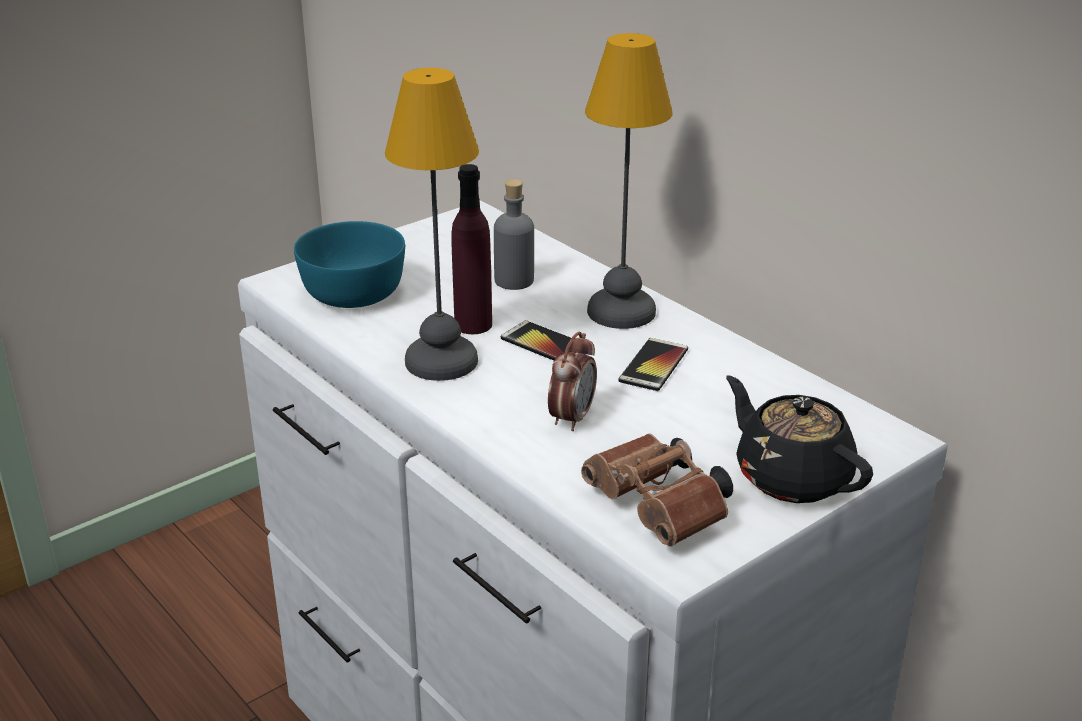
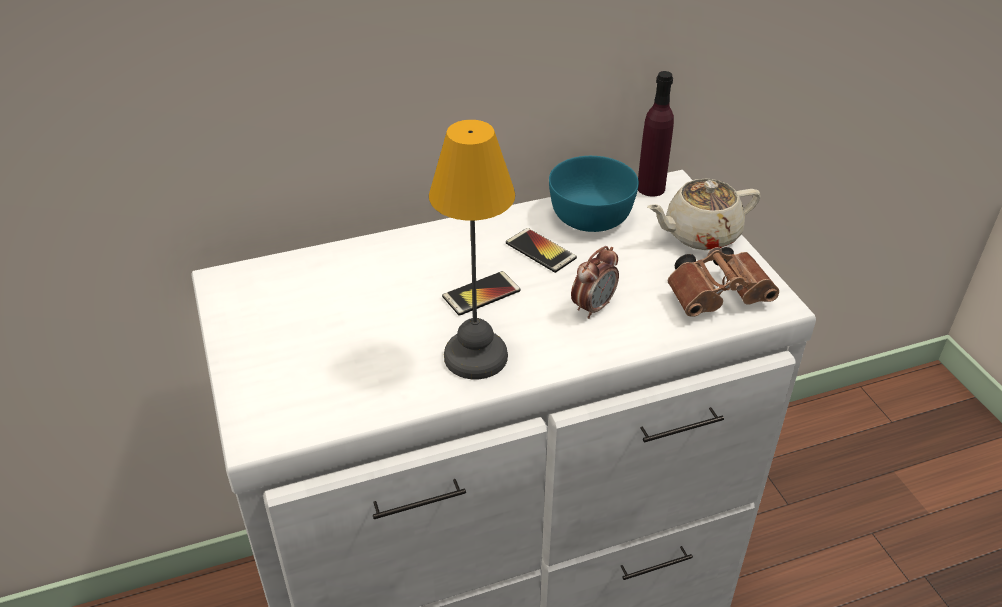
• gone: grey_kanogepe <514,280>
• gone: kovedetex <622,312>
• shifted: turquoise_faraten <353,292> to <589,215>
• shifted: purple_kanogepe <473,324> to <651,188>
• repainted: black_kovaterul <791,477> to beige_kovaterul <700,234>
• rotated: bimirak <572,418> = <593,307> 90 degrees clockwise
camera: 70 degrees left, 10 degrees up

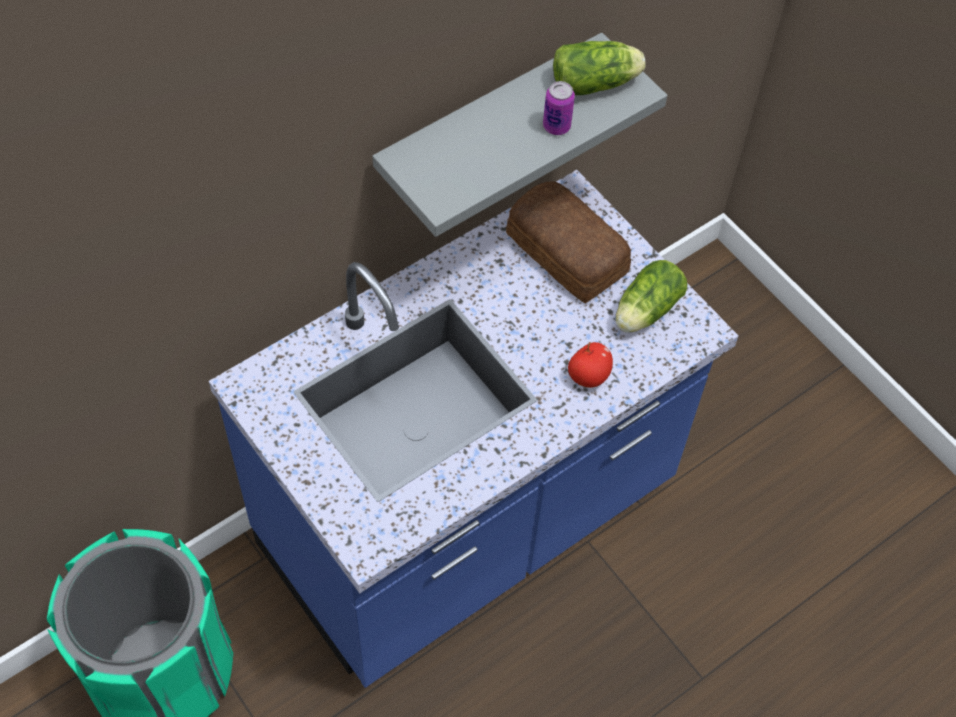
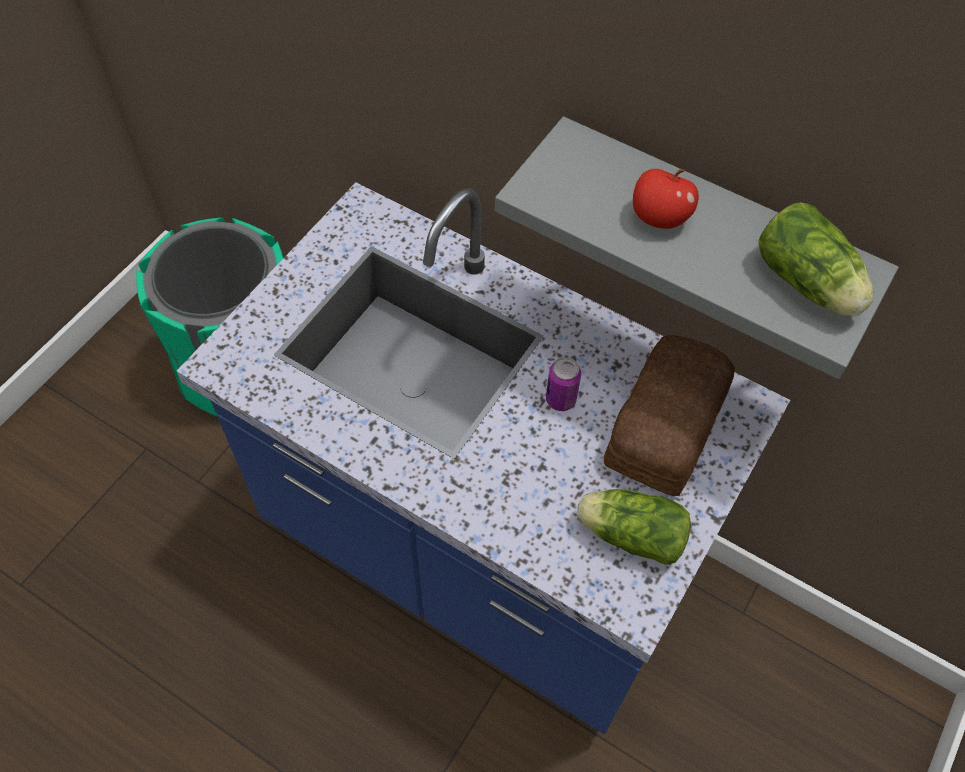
• shifted: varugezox <556,126> to <560,399>
• shifted: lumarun <588,376> to <659,218>
camera: 70 degrees right, 0 degrees up

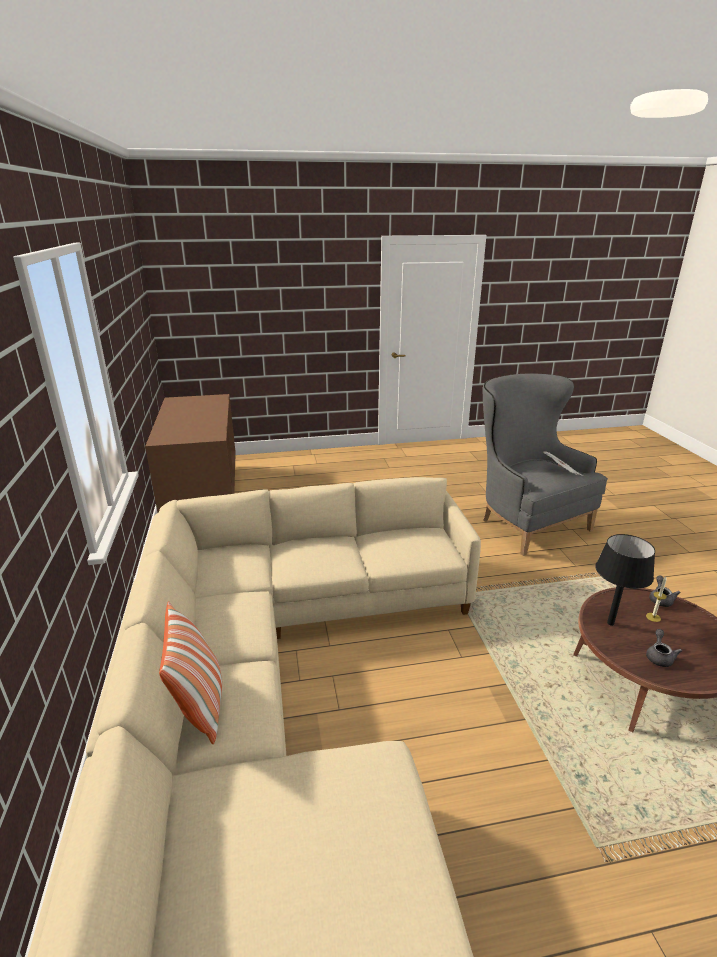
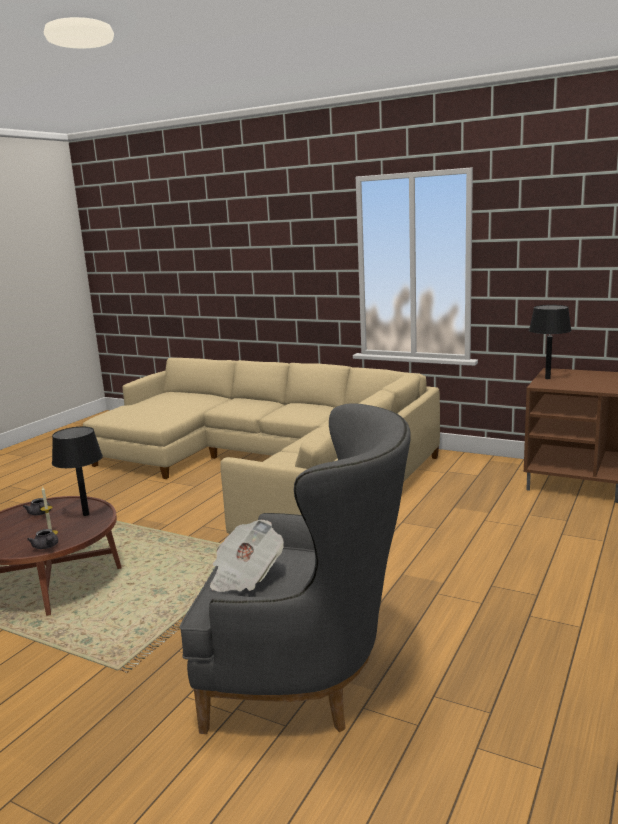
• gone: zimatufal <200,704>
• new: black_kovedetex <548,378>
camera: 130 degrees right, 10 degrees down

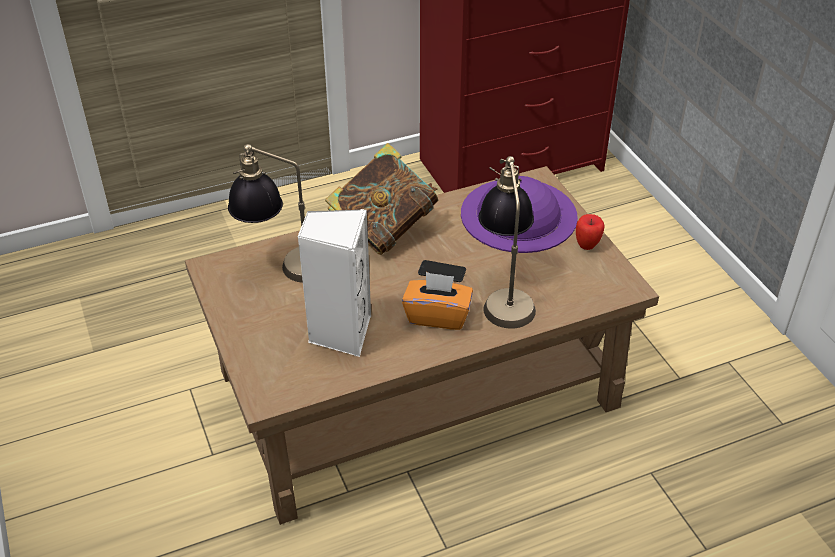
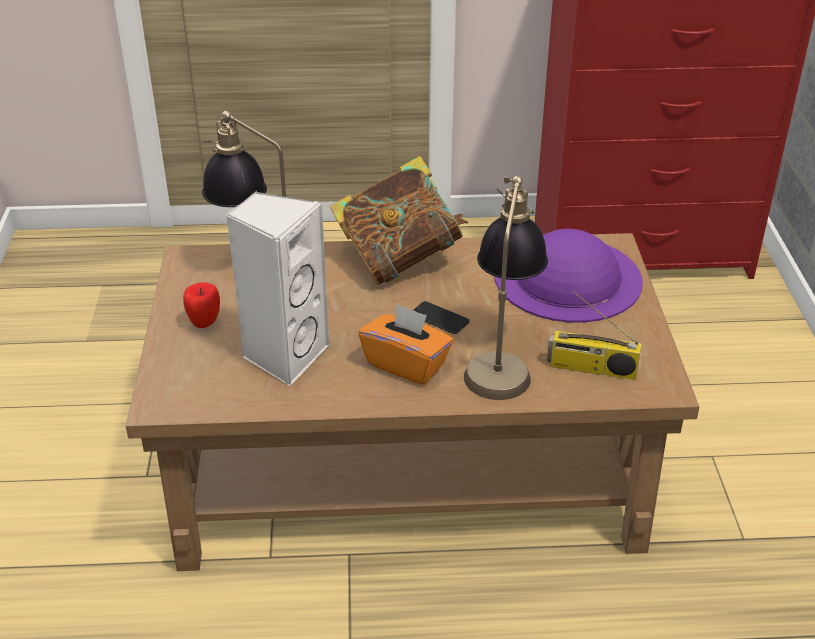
• new: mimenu <591,368>
• shifted: lumarun <587,246> to <204,324>
camera: 20 degrees right, 5 degrees down

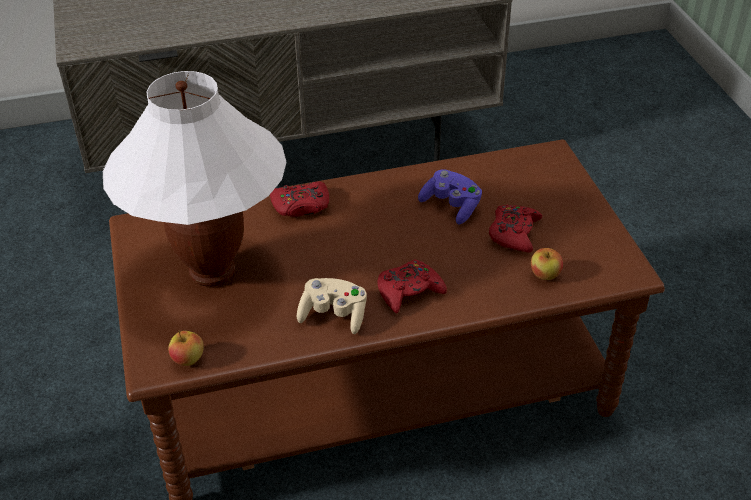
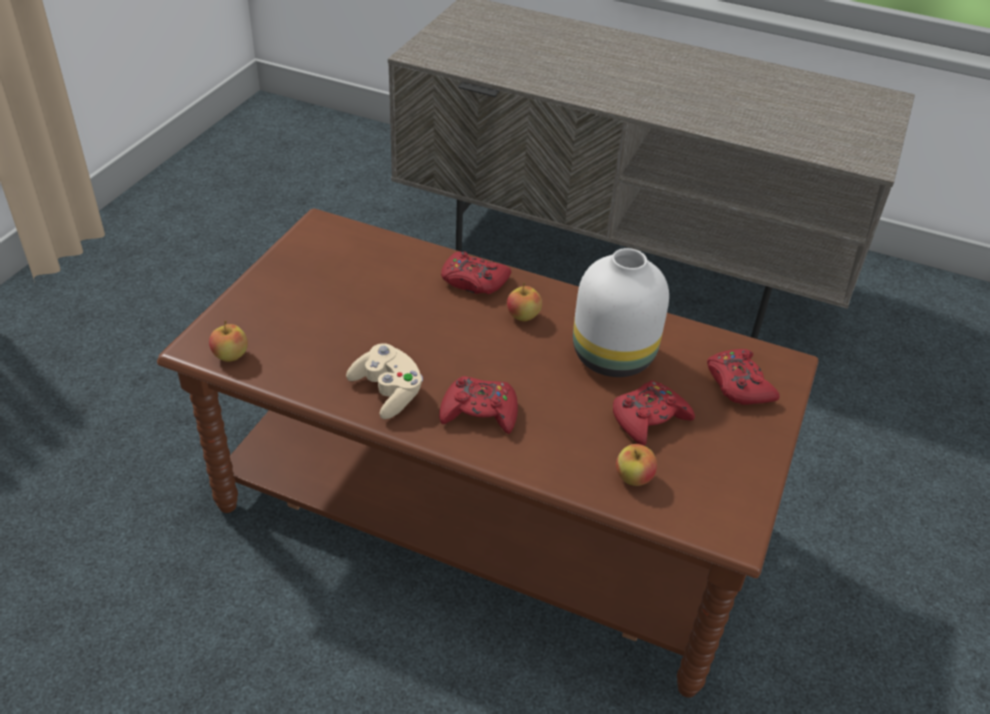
• gone: white_kovedetex <211,272>
• new: lumarun <523,316>
• new: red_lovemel <738,384>
• swapped: purple_lovemel <451,206> to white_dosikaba <615,357>
camera: 35 degrees right, 0 degrees up

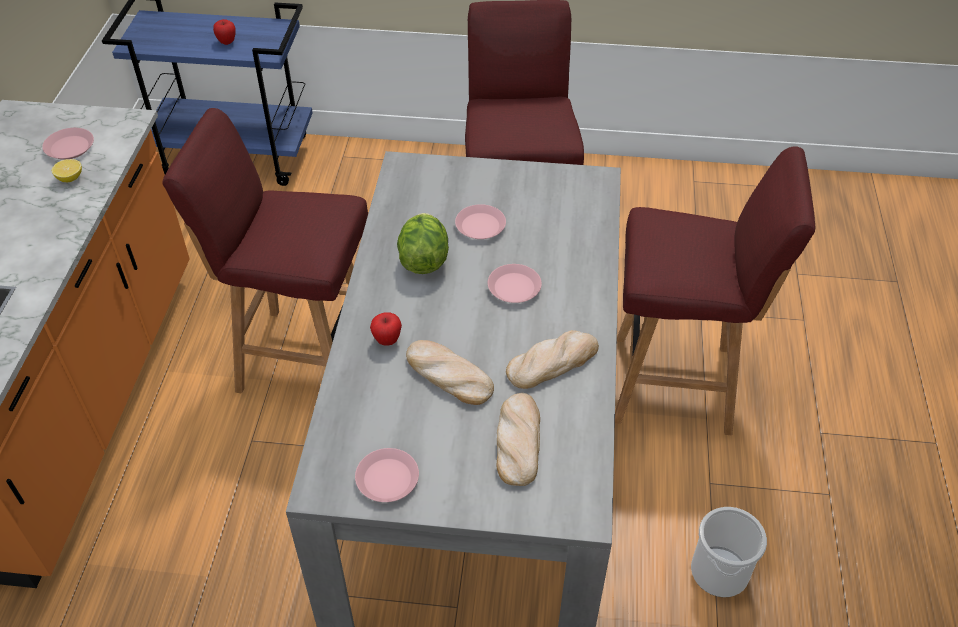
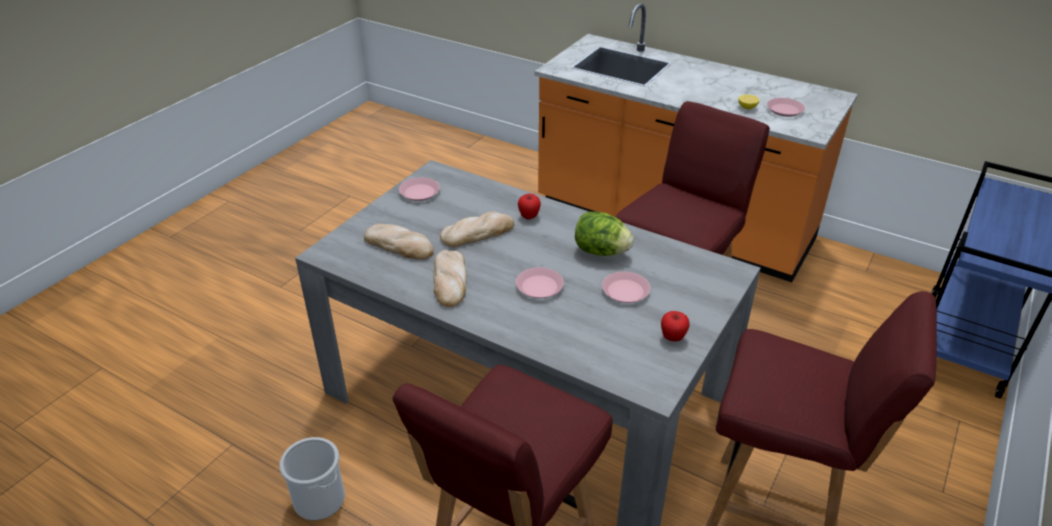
• shifted: lumarun <227,42> to <672,338>
camera: 115 degrees right, 10 degrees down

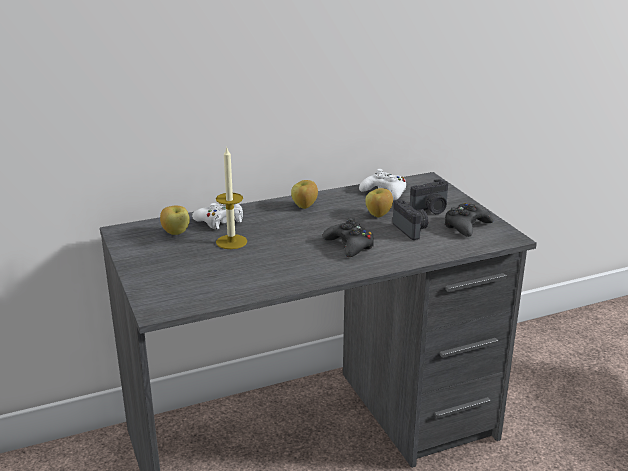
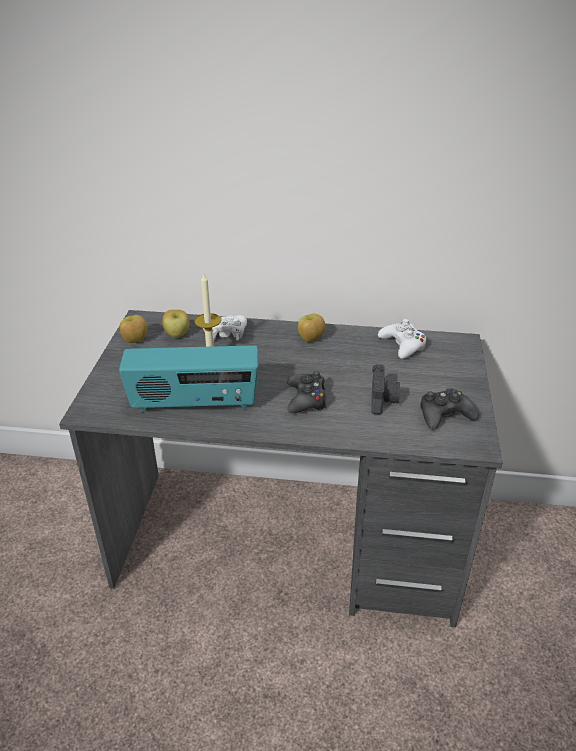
• gone: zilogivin <431,209>
• new: mimenu <194,404>
• shifted: lumarun <378,215> to <135,340>
camera: 30 degrees right, 10 degrees up

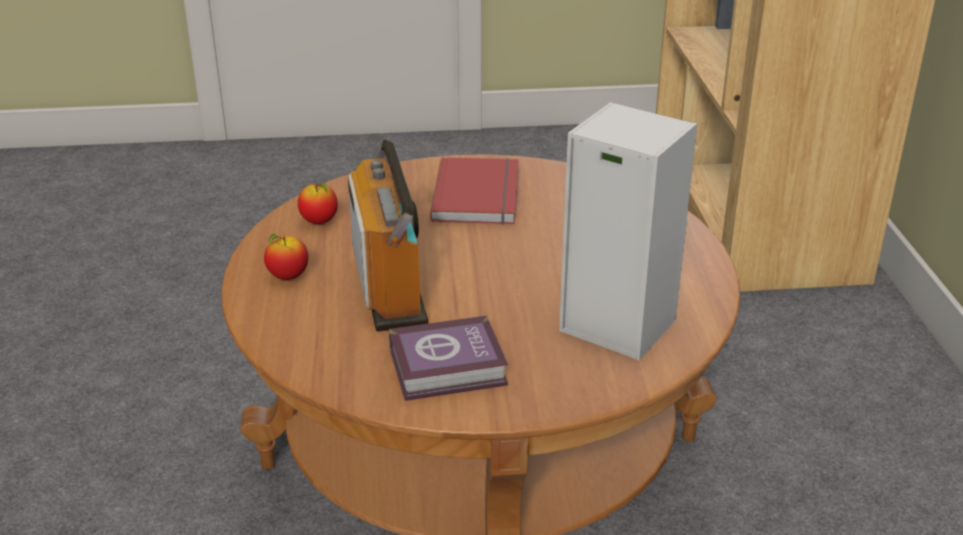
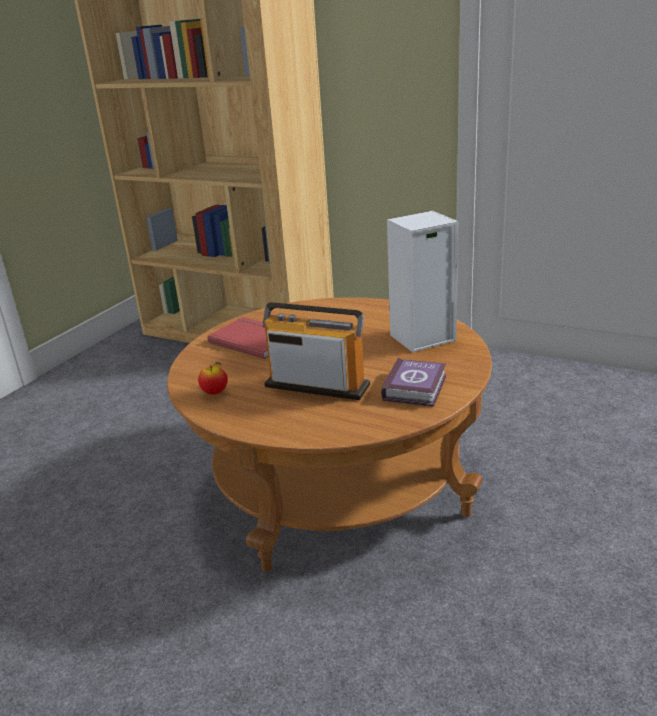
• gone: lumarun <288,276>
camera: 55 degrees left, 5 degrees down

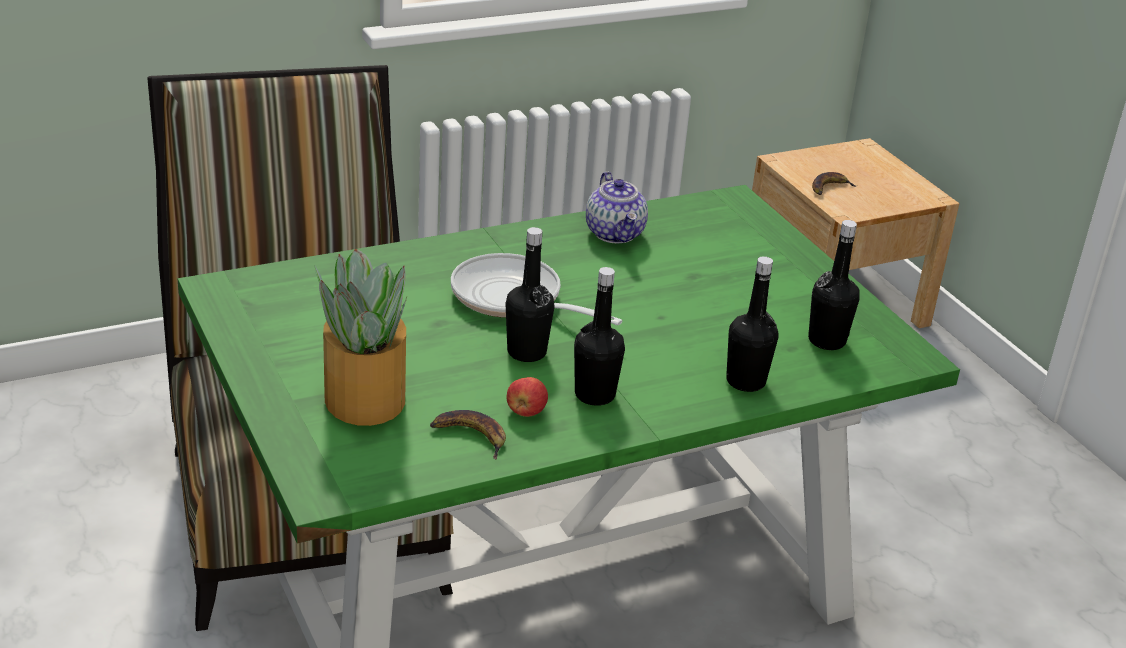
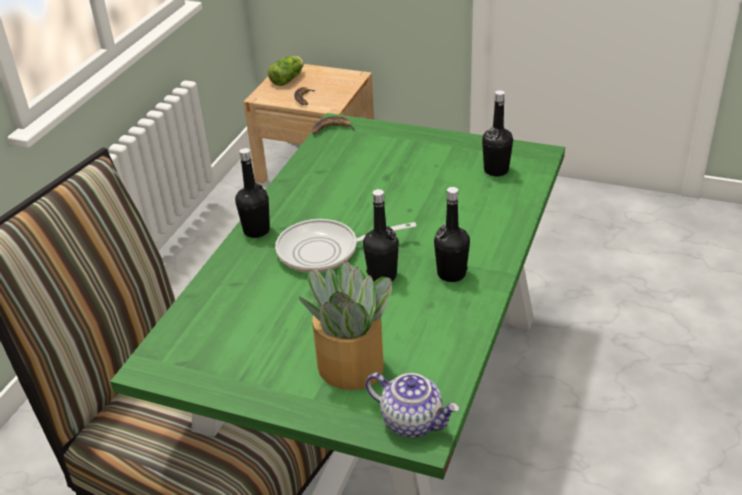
• gone: lumarun <526,412>
• new: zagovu <288,79>
• shifted: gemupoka <470,436> to <332,129>
• shifted: kovaterul <616,234> to <413,421>
• shifted: black_kanogepe <745,381> to <256,230>
camera: 40 degrees left, 5 degrees up

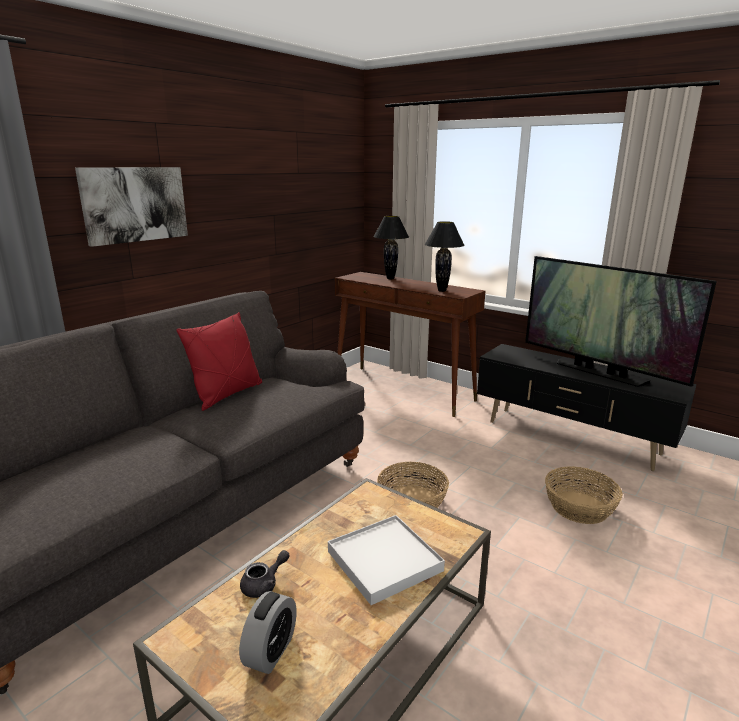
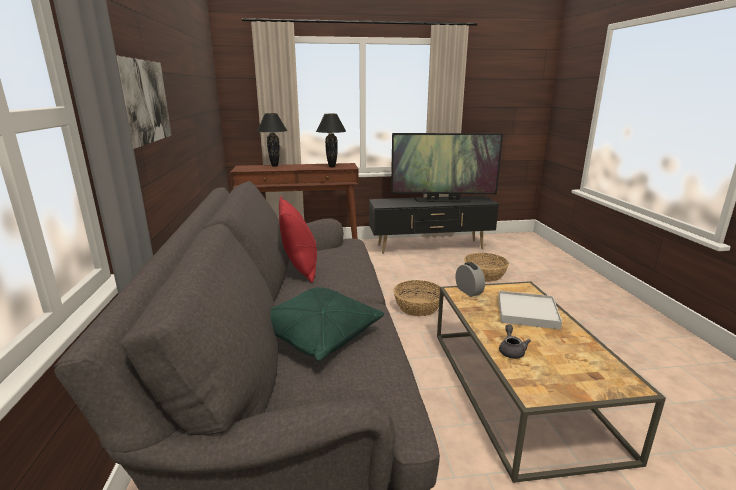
• new: green_zimatufal <317,335>
• shifted: bimirak <270,651> to <468,291>
camera: 45 degrees left, 0 degrees up

